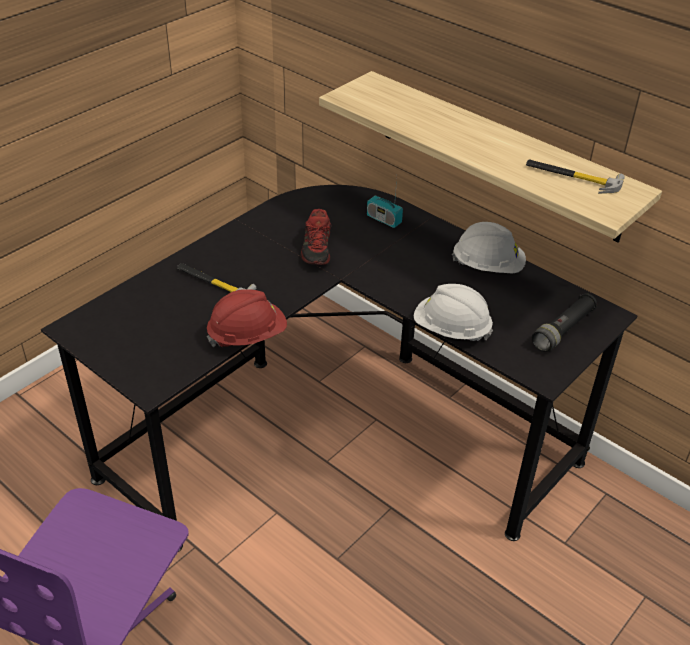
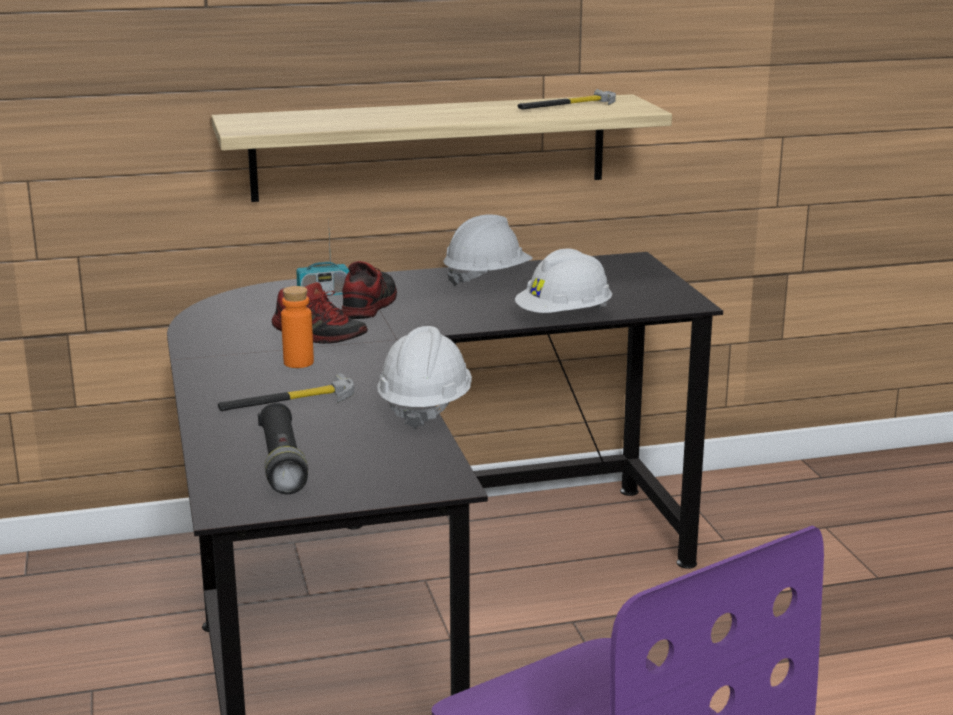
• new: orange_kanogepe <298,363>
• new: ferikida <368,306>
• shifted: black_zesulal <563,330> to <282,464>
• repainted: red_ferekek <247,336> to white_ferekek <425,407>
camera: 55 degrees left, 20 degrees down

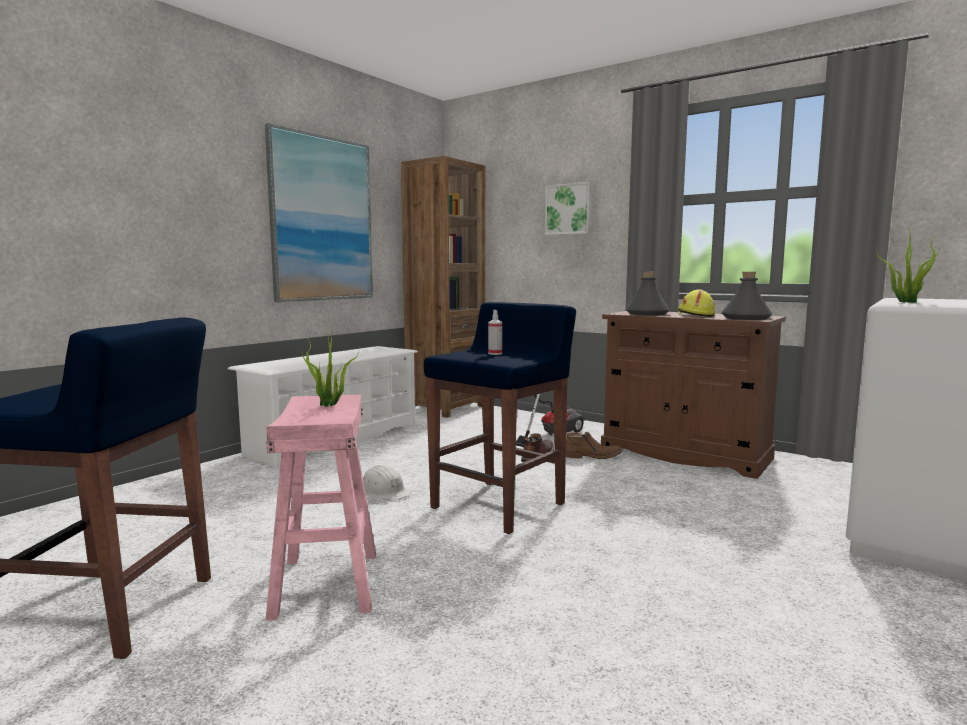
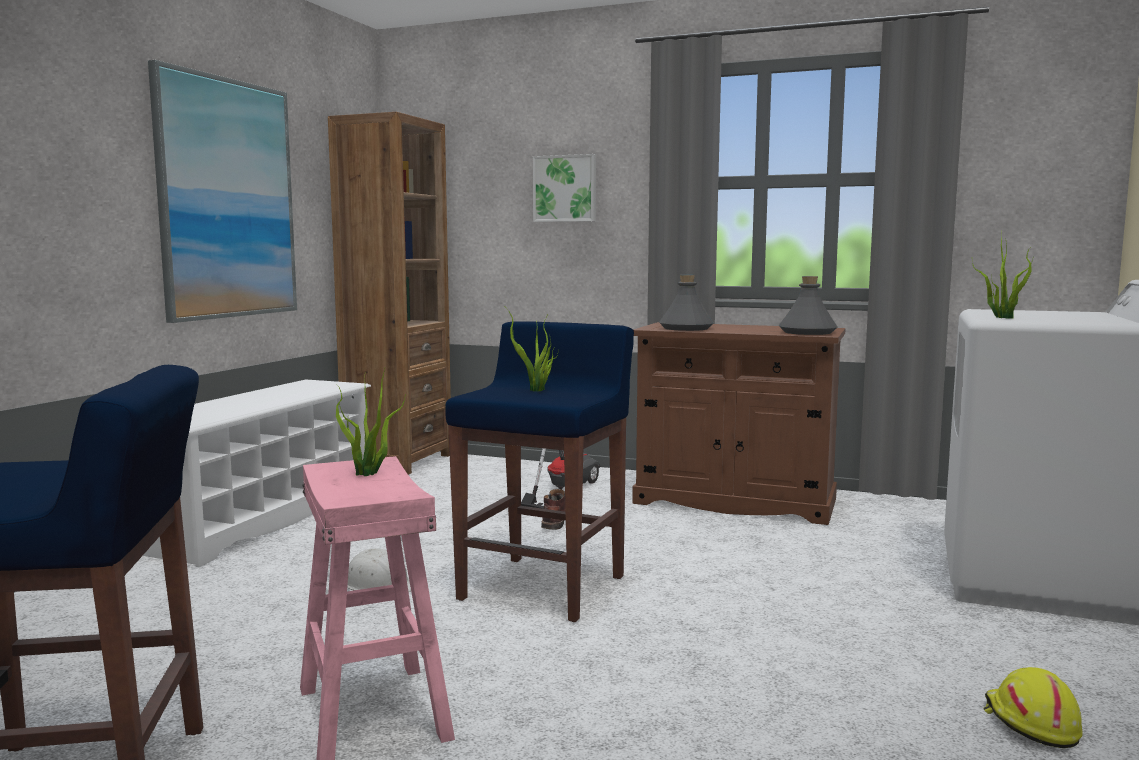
• gone: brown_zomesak <591,456>
• shifted: yellow_ferekek <695,315> to <1029,723>
• swapped: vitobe <495,353> to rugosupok <536,390>
camera: 15 degrees left, 0 degrees up

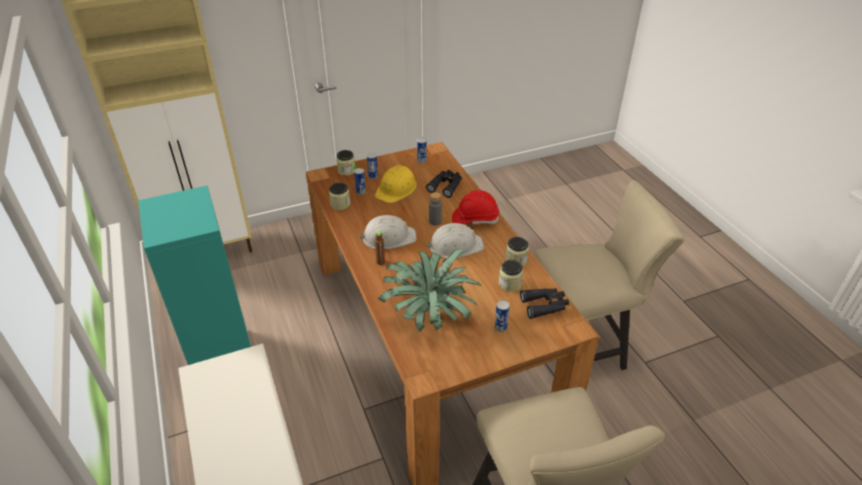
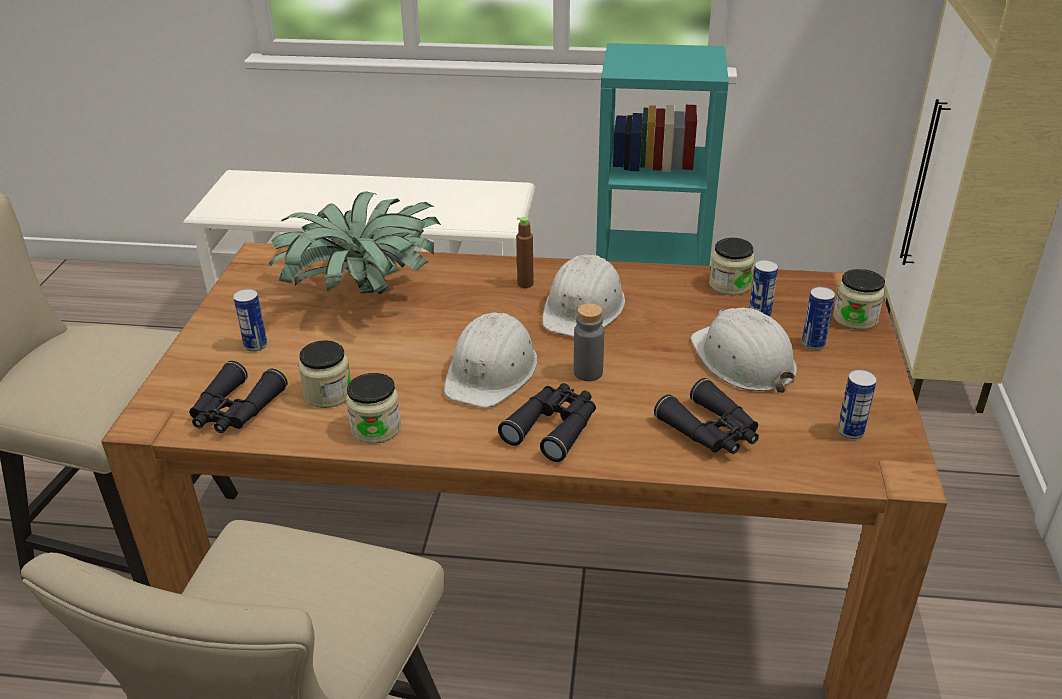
• swapped: red_ferekek <475,219> to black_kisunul <553,427>
• repainted: yellow_ferekek <396,189> to white_ferekek <743,360>
camera: 120 degrees right, 5 degrees down

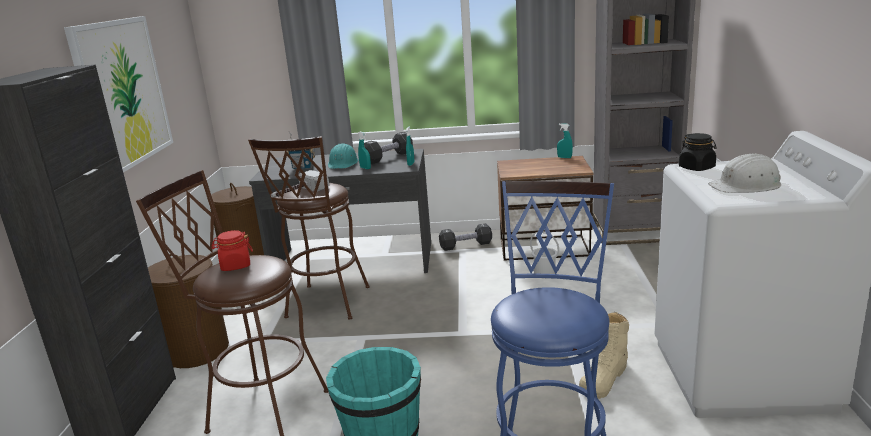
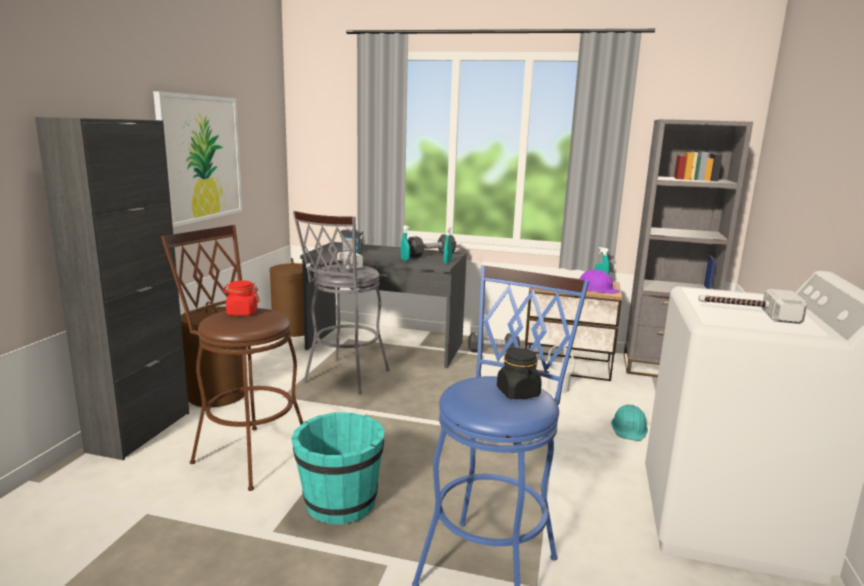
• gone: beige_zomesak <604,378>
• new: purple_ferekek <596,289>
• shifted: turquoise_ferekek <343,163> to <629,428>
• shifted: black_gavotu <697,168> to <518,393>
• swapped: white_ferekek <746,185> to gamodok <746,313>
• repainted: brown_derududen <325,305> to grey_derududen <343,378>
camera: 10 degrees right, 5 degrees down

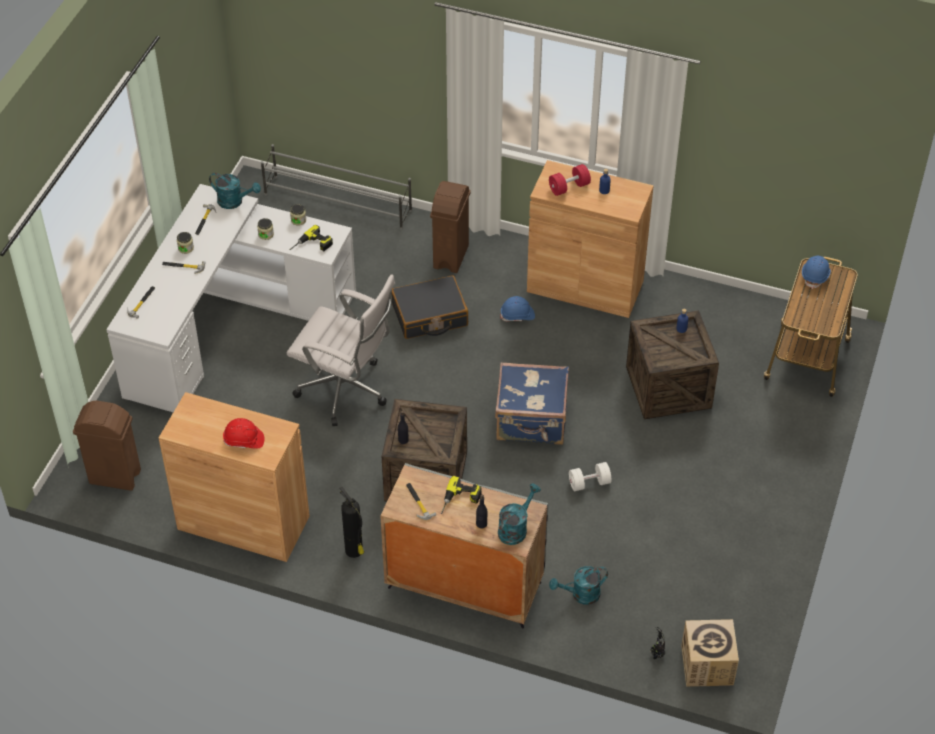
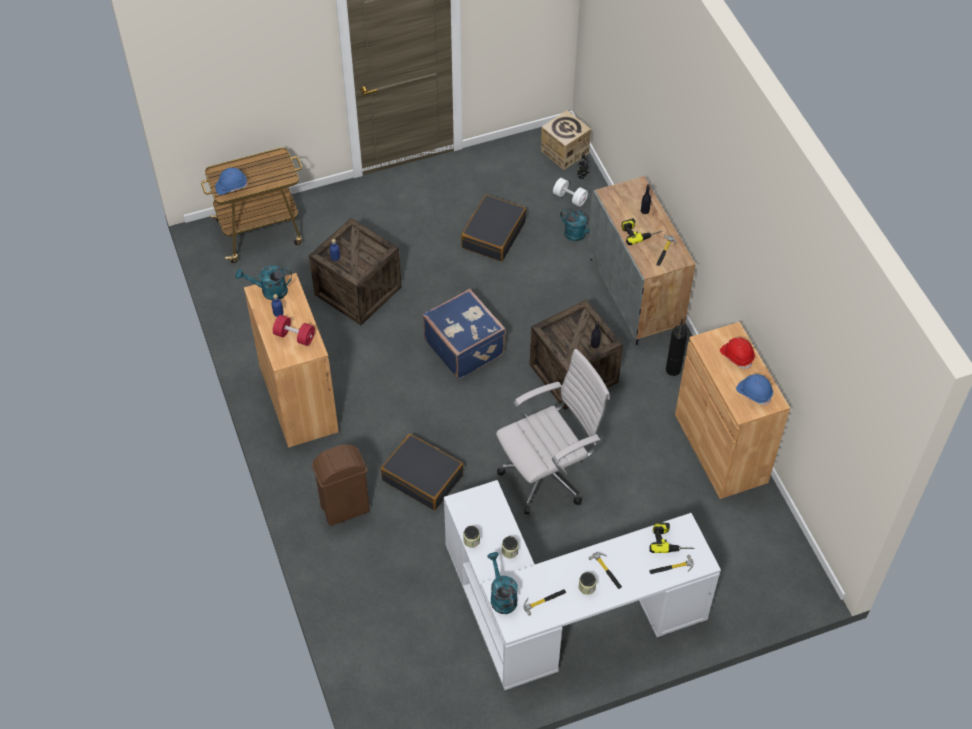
• gone: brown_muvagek <114,476>
• gone: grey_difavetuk <338,203>
• new: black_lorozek <493,234>
• shifted: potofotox <312,246> to <671,540>
• shifted: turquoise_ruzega <515,528> to <269,291>
• shifted: blue_ferekek <517,315> to <754,393>
• shifted: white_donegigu <589,483> to <570,198>
• rotated: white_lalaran <346,391> = <548,475> 75 degrees clockwise
camera: 130 degrees left, 5 degrees up

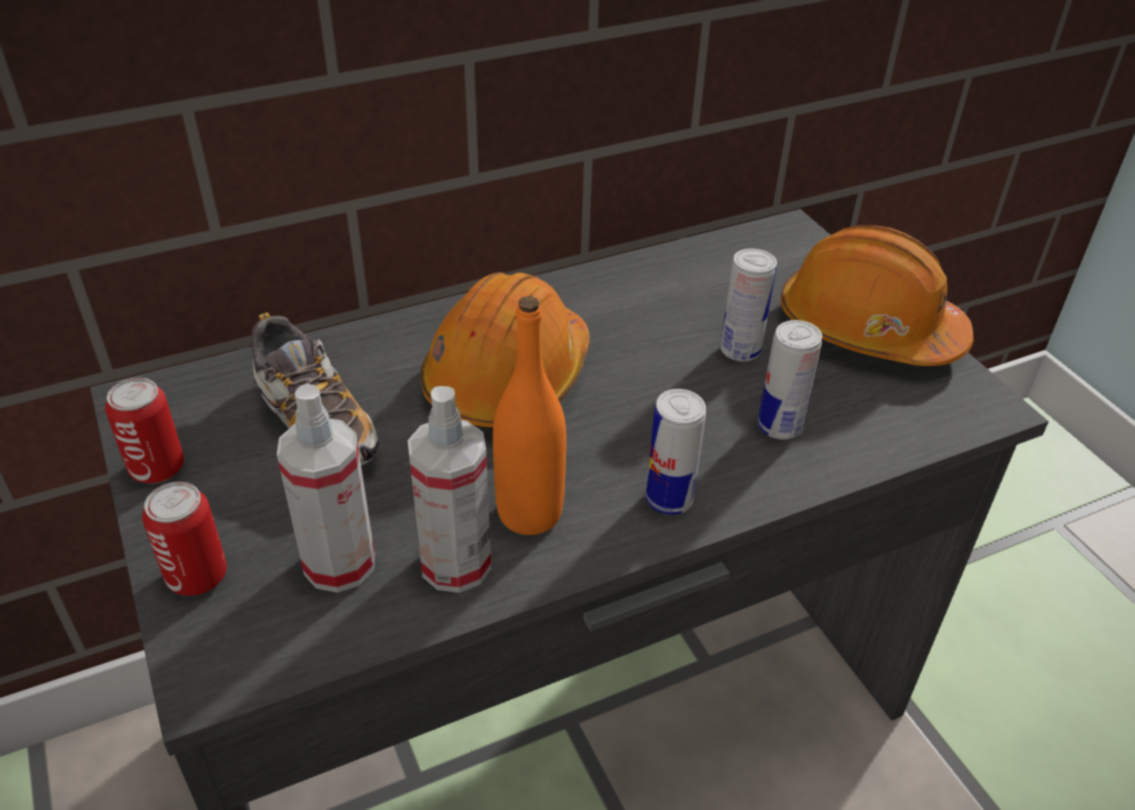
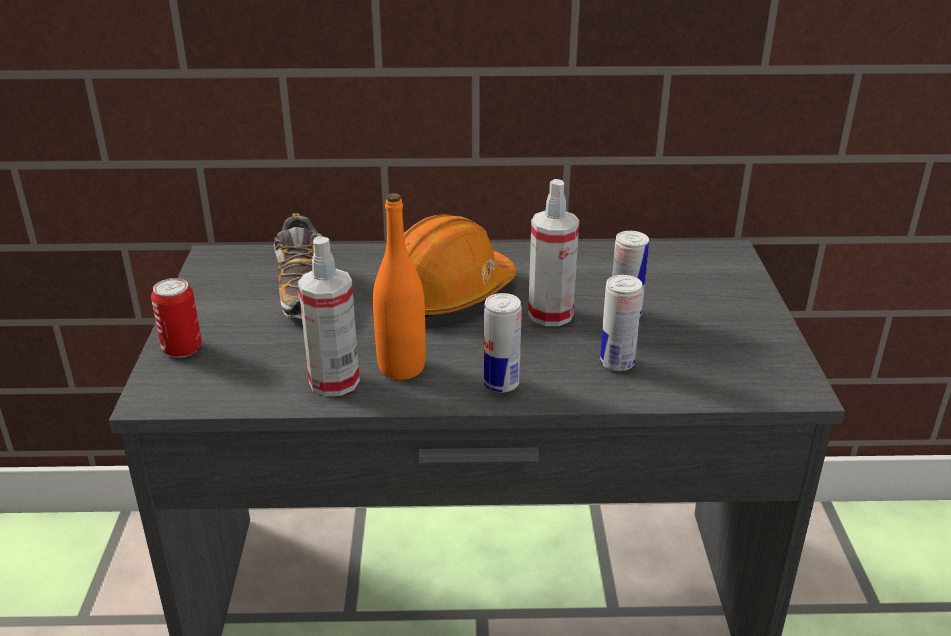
• gone: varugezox <157,468>
• gone: orange_ferekek <867,329>
• shifted: vitobe <339,564> to <550,314>
camera: 25 degrees right, 10 degrees down

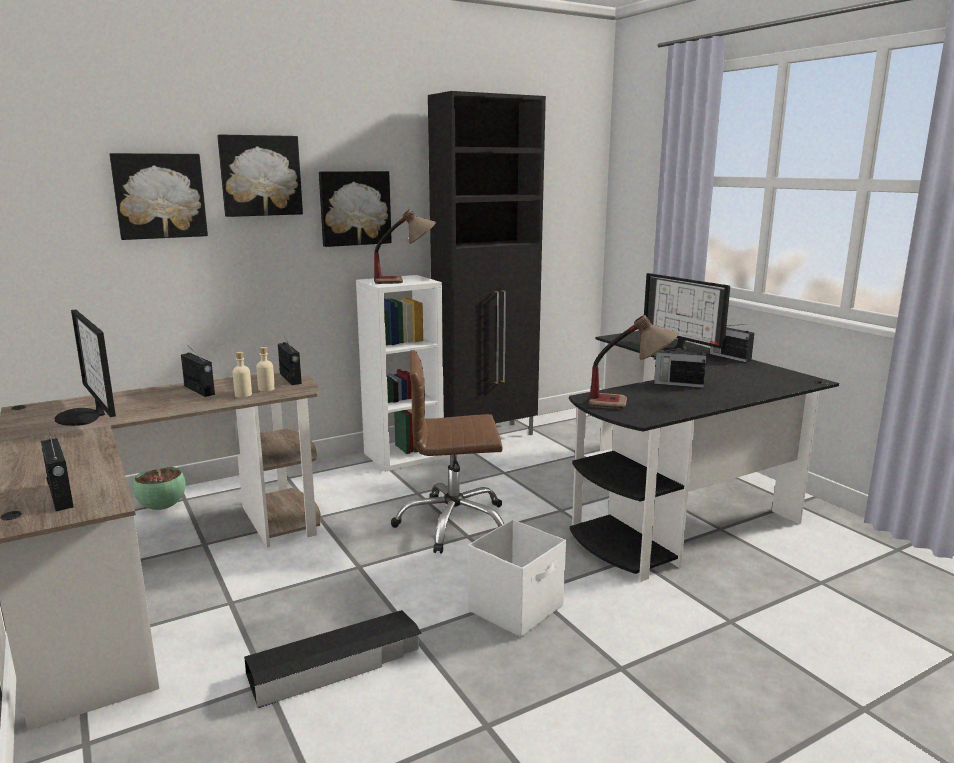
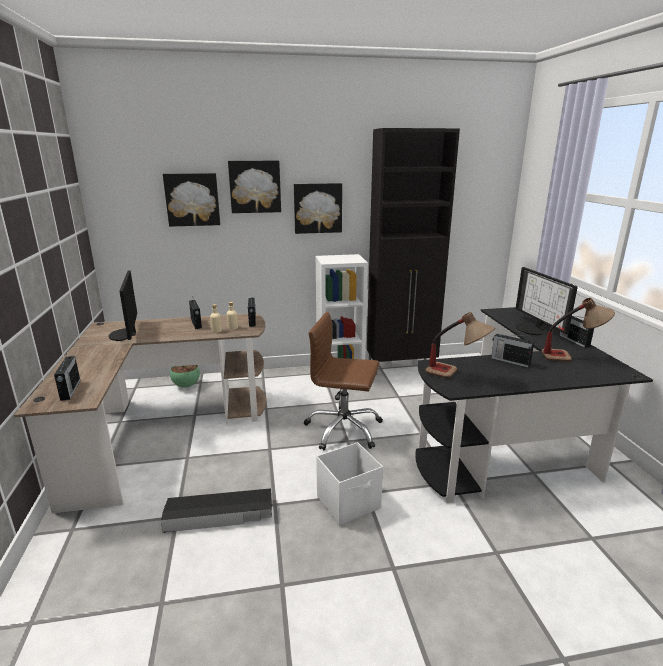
• shifted: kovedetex <405,281> to <572,357>
camera: 20 degrees right, 5 degrees up

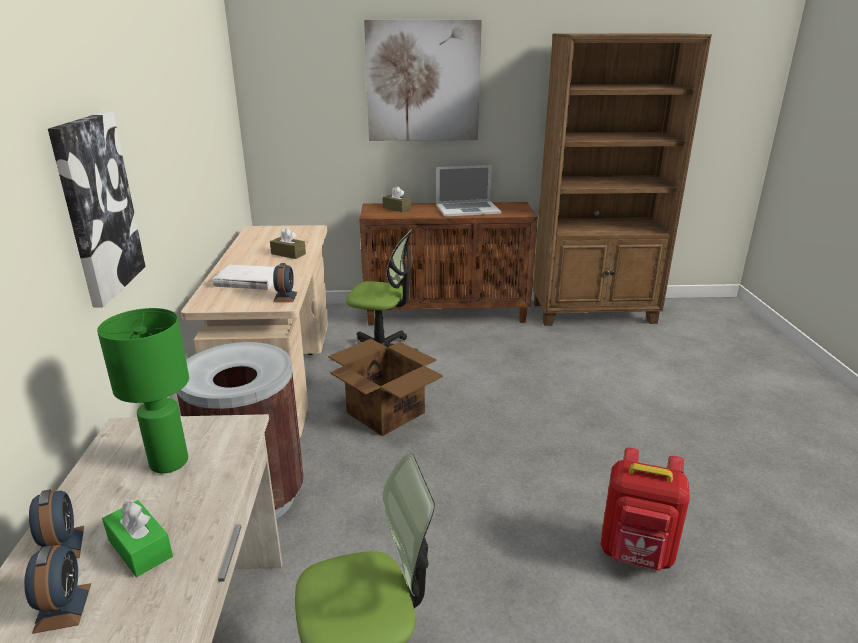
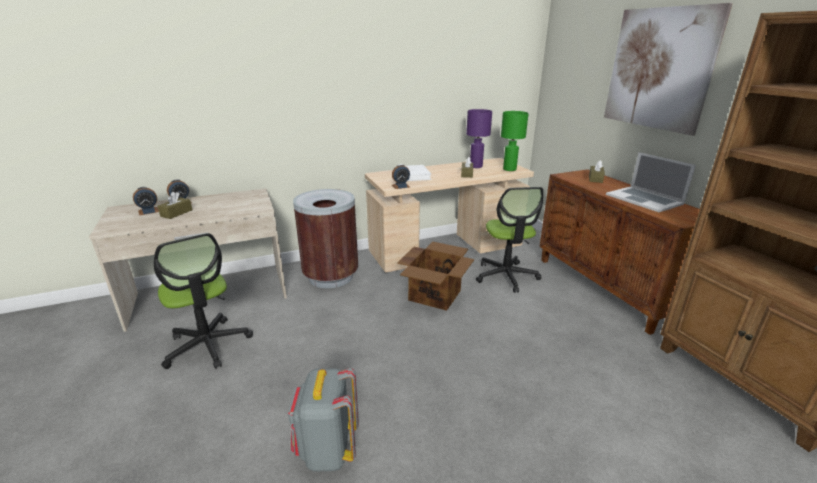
• gone: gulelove <97,207>
• new: purple_kovedetex <475,166>
• shifted: green_kovedetex <168,463> to <509,169>
• repainted: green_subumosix <140,548> to brown_subumosix <176,213>
• repainted: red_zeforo <636,554> to grey_zeforo <327,450>
camera: 70 degrees right, 0 degrees up

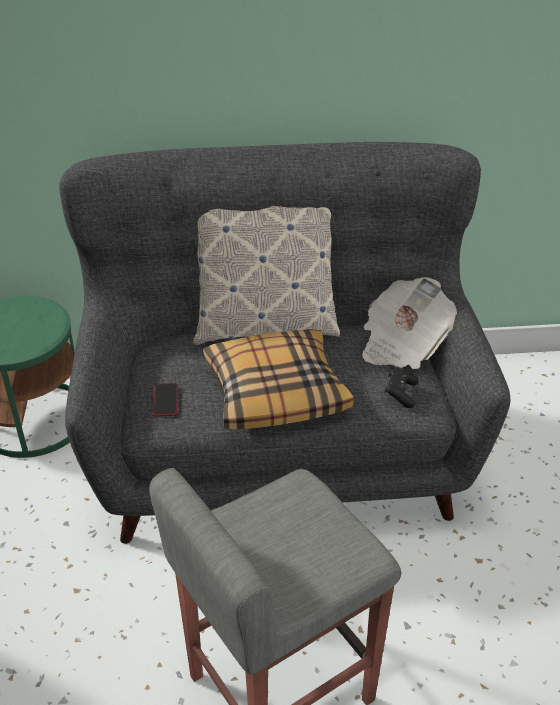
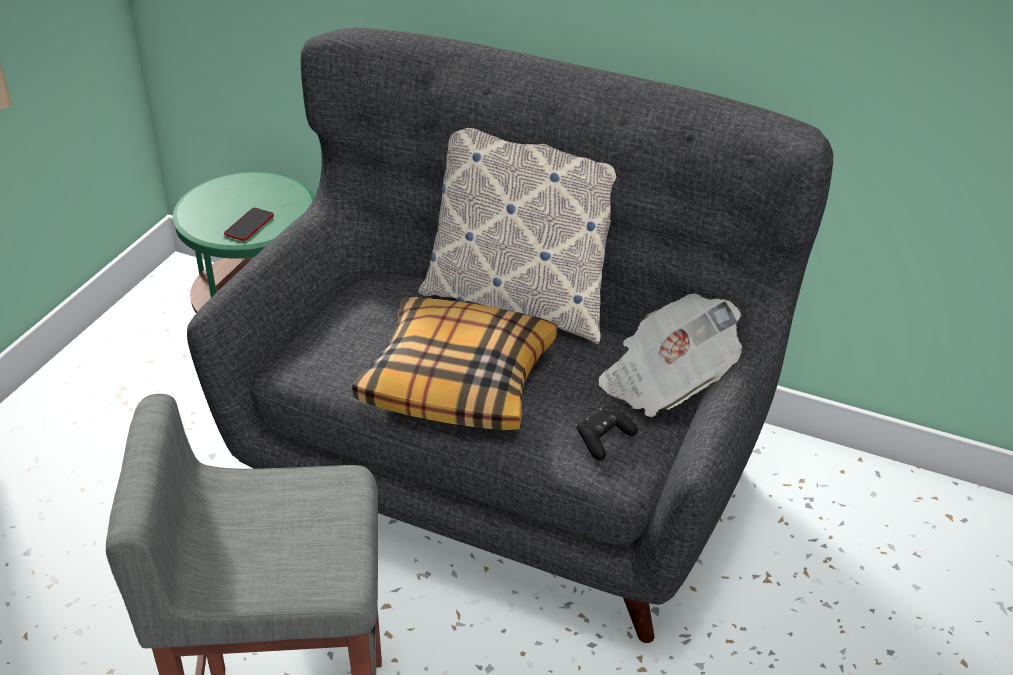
• shifted: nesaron <165,400> to <249,225>
camera: 30 degrees right, 0 degrees up

